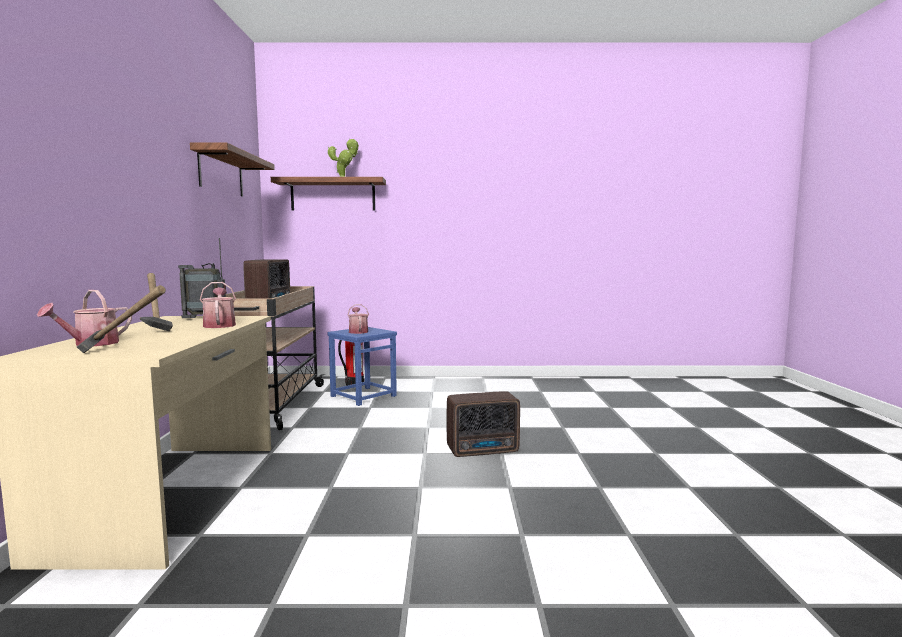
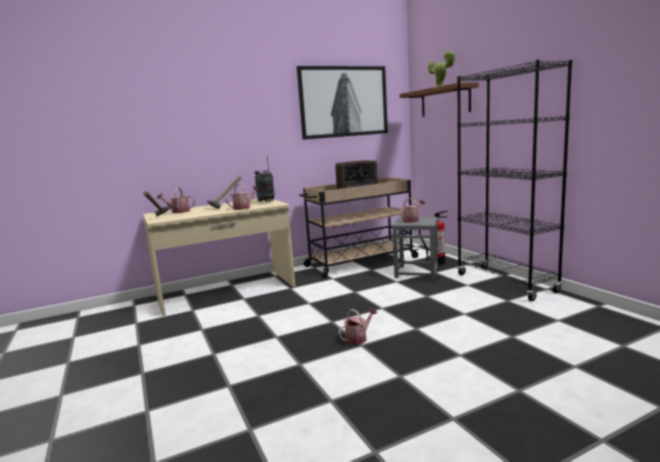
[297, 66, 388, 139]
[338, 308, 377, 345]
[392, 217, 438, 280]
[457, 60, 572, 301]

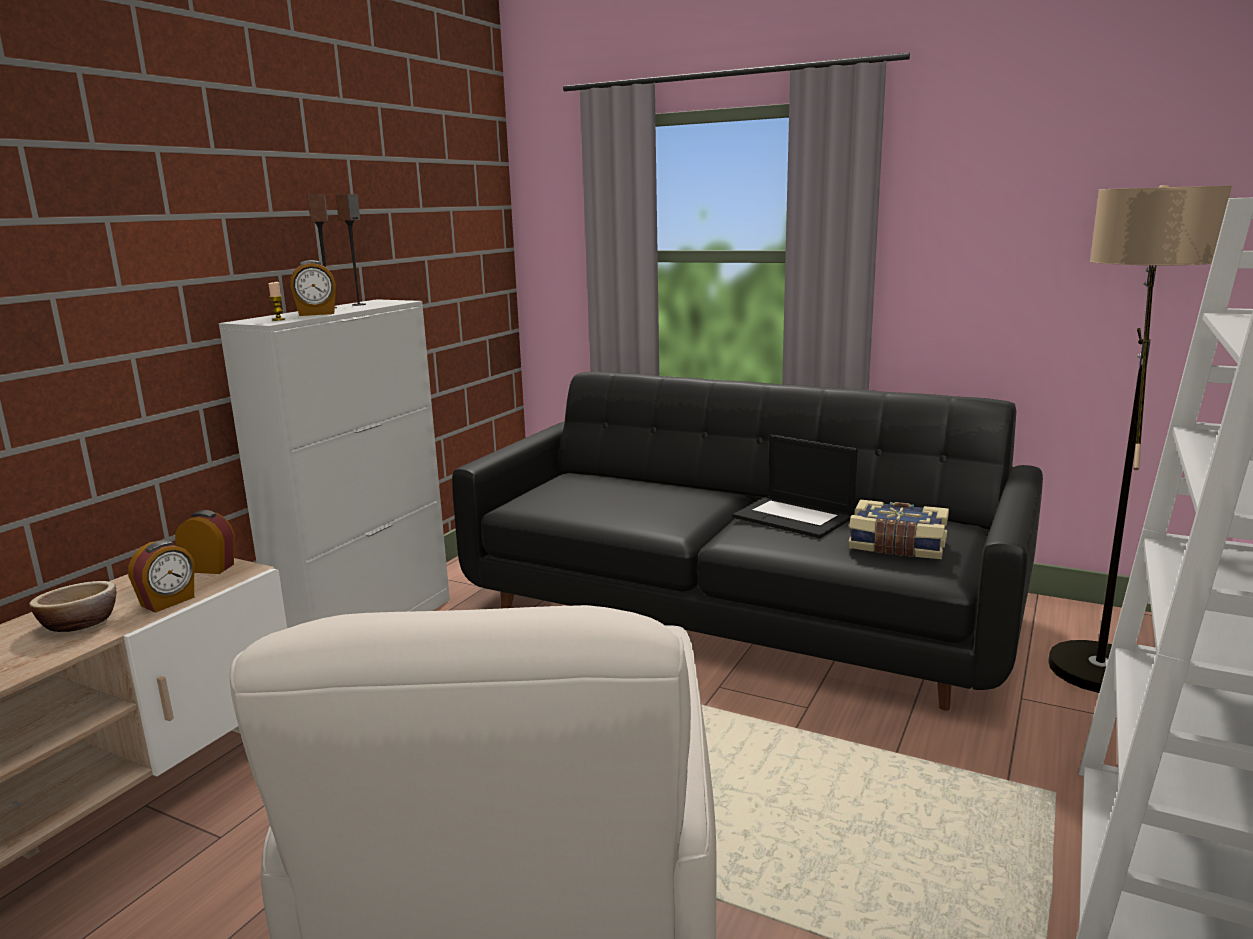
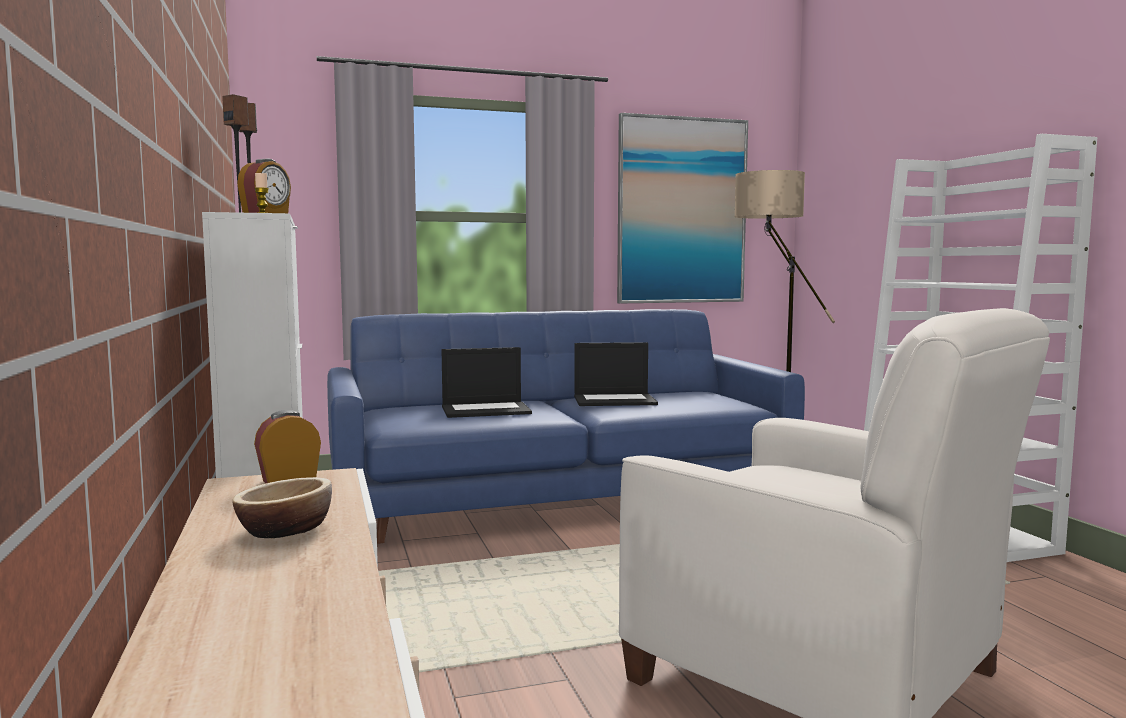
[327, 309, 805, 544]
[442, 347, 532, 418]
[617, 113, 748, 303]
[128, 540, 195, 613] (first image)
[848, 499, 949, 559] (first image)

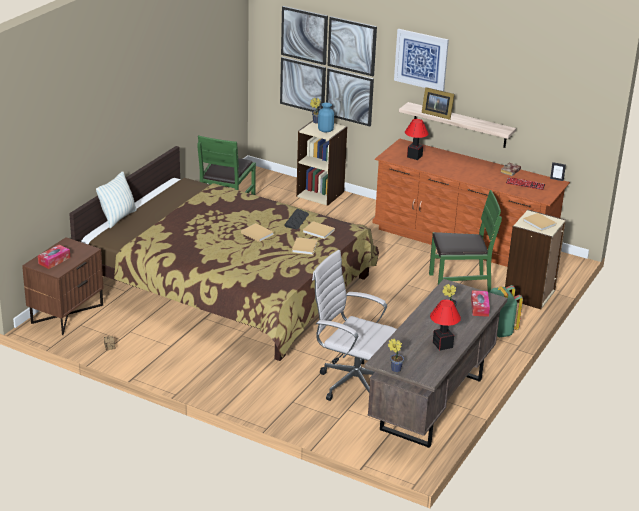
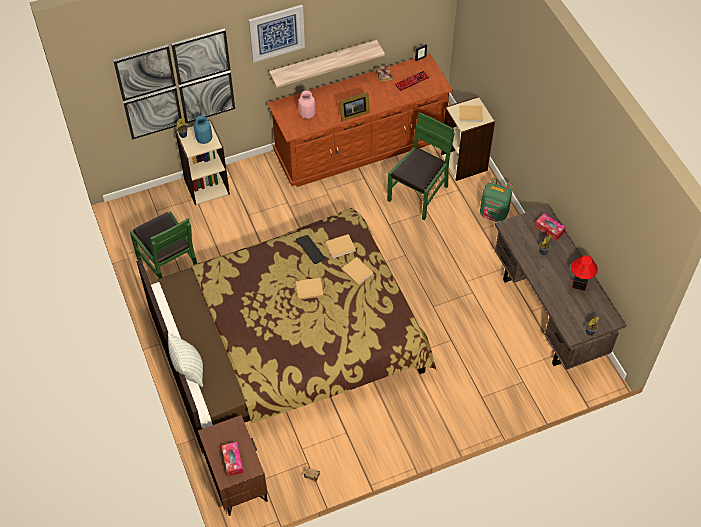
[298, 91, 315, 119]
[339, 92, 370, 122]
[312, 250, 397, 401] (first image)

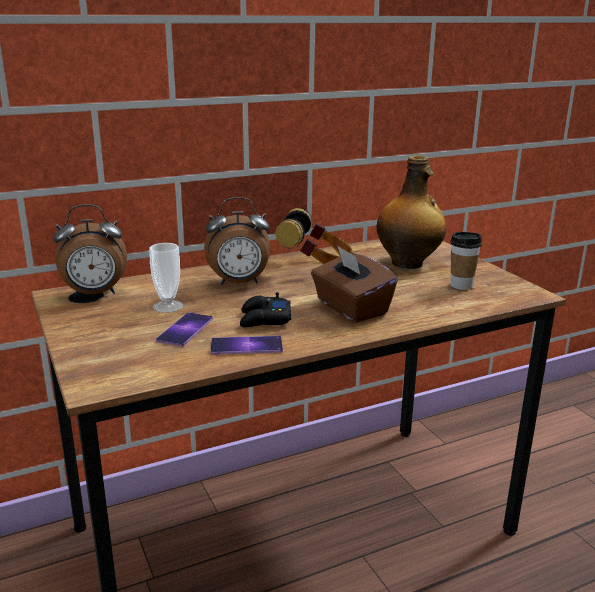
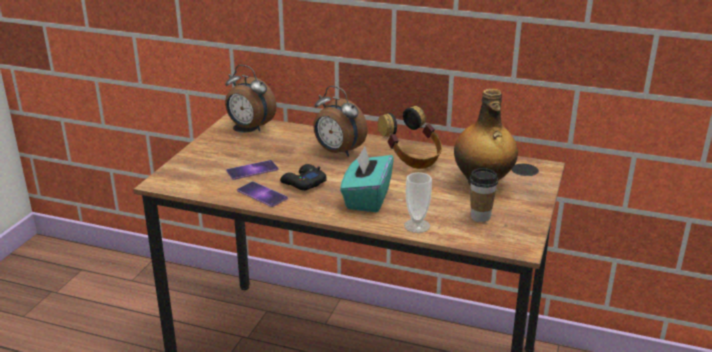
[340, 147, 394, 212]
[404, 172, 432, 233]

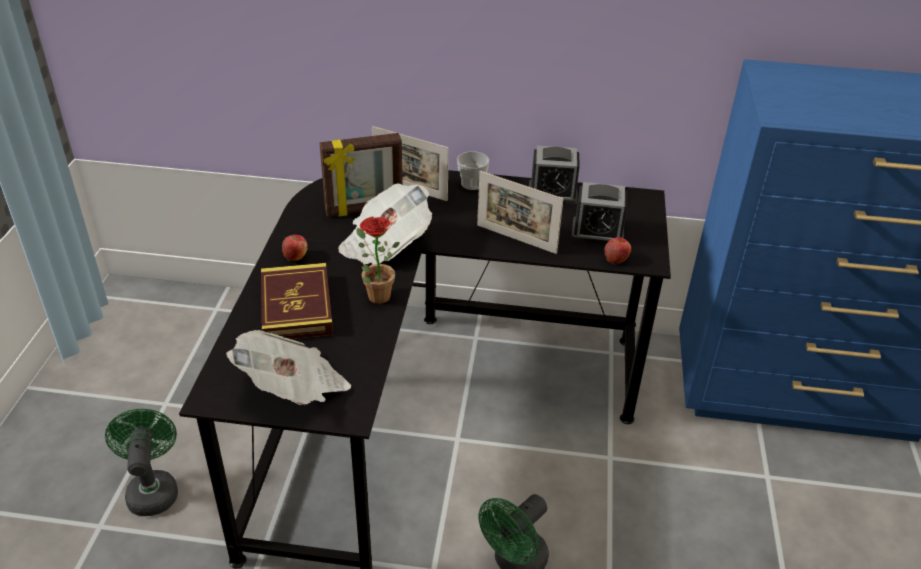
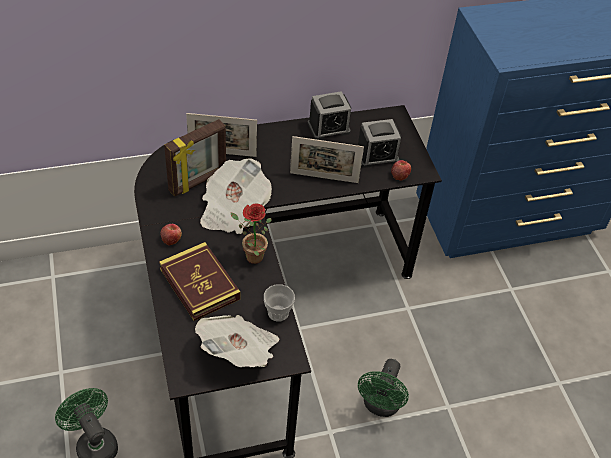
[264, 284, 295, 322]

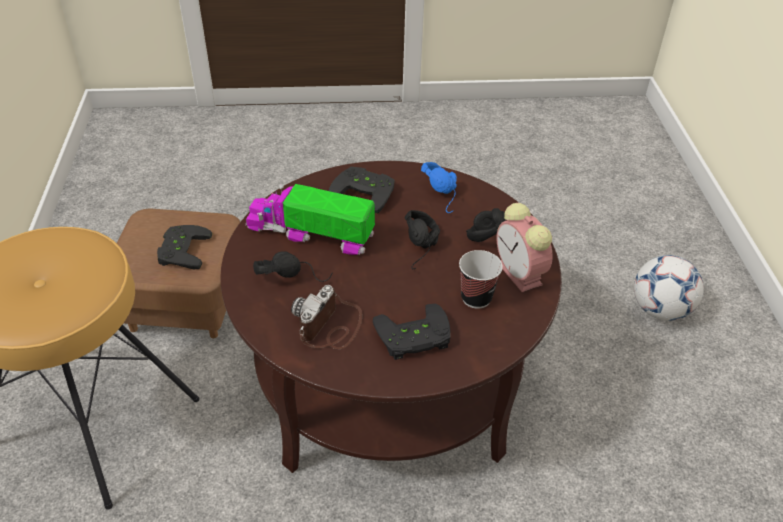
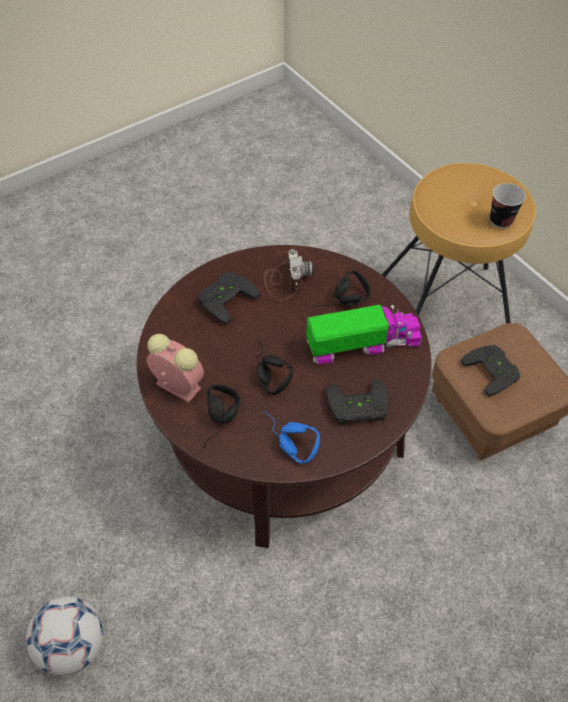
[490, 183, 526, 228]

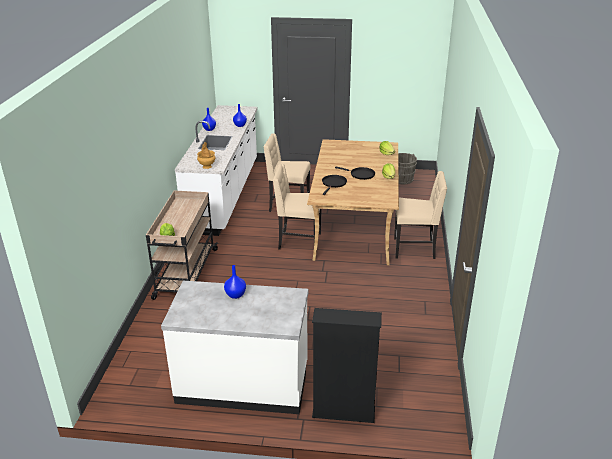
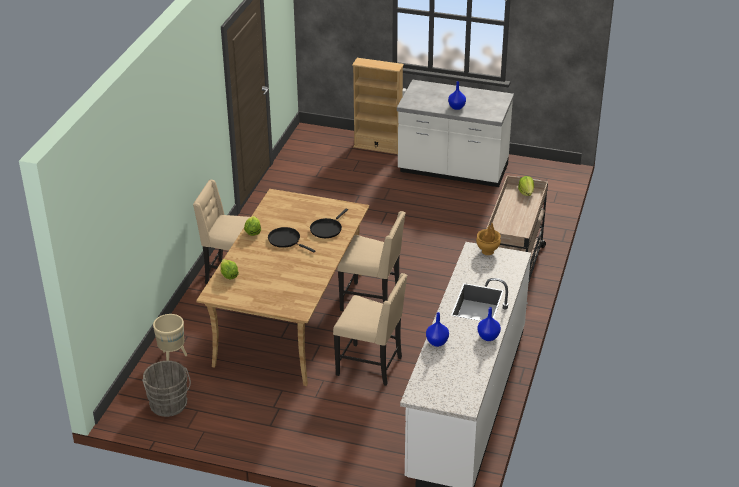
[153, 314, 187, 361]
[352, 58, 404, 154]

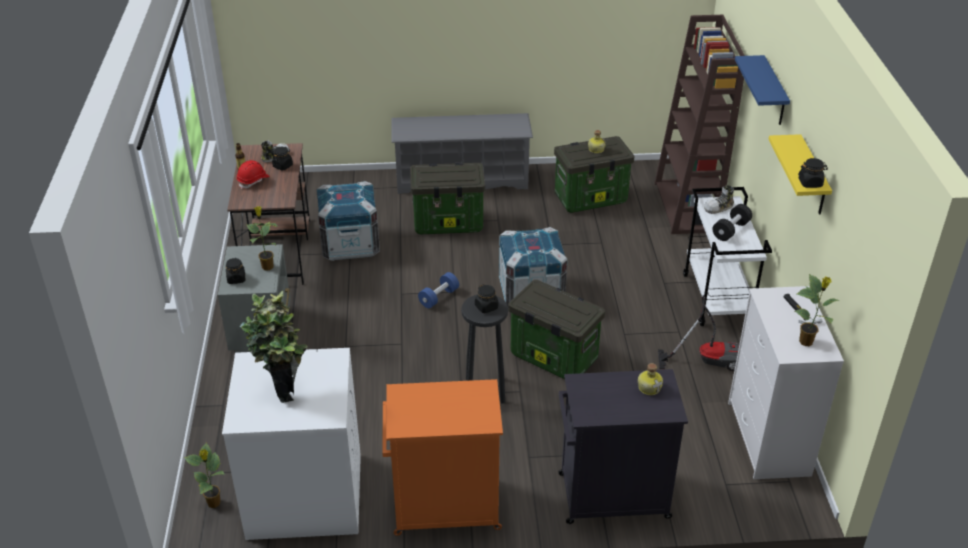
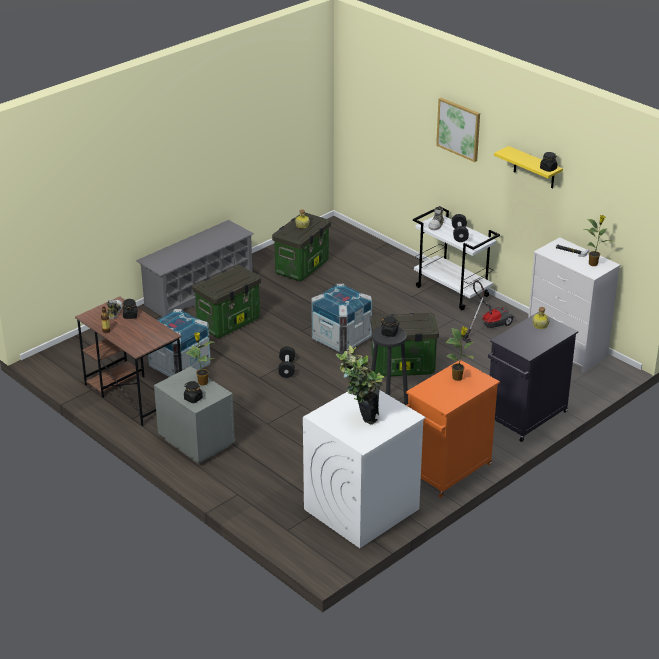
[278, 346, 295, 378]
[436, 98, 480, 162]
[446, 327, 475, 381]
[237, 160, 270, 189] (first image)
[654, 15, 745, 234] (first image)

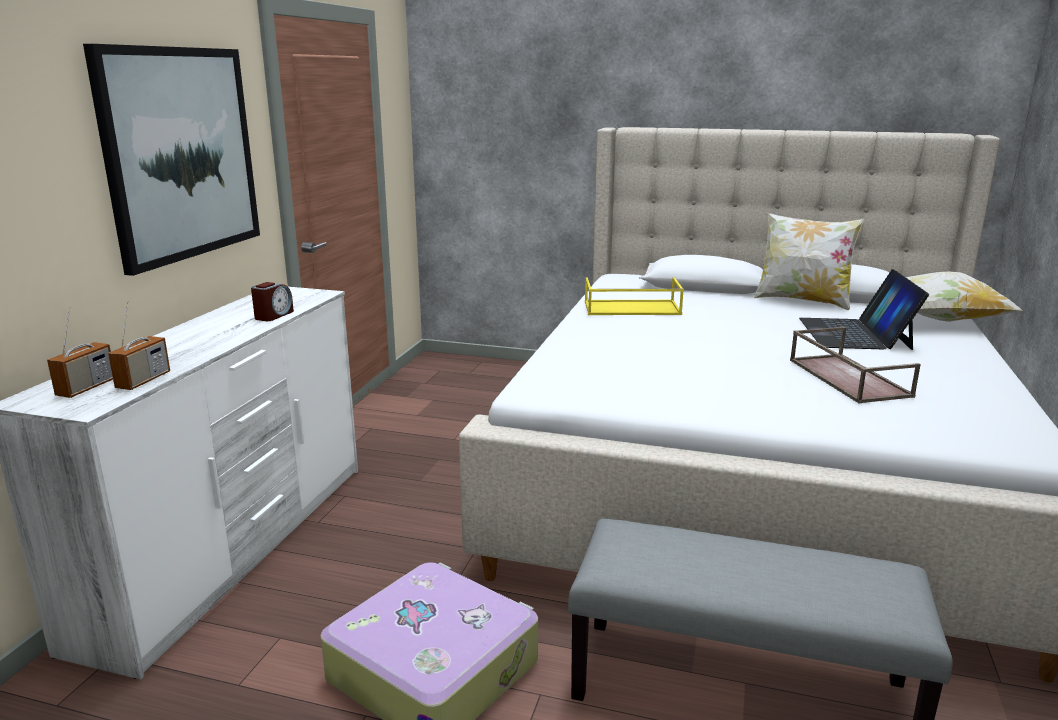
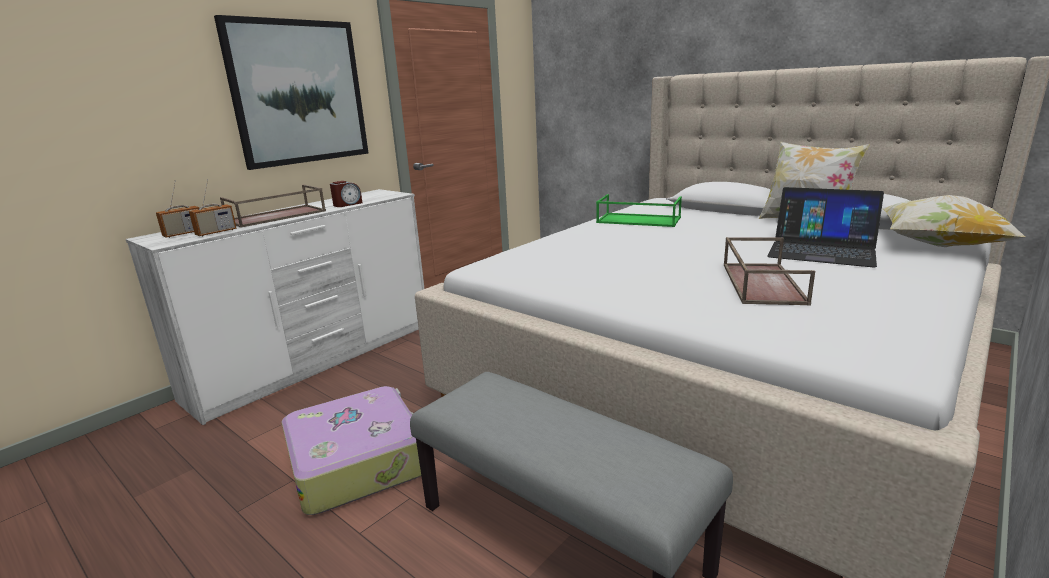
[220, 184, 326, 228]
[596, 194, 682, 227]
[767, 187, 884, 267]

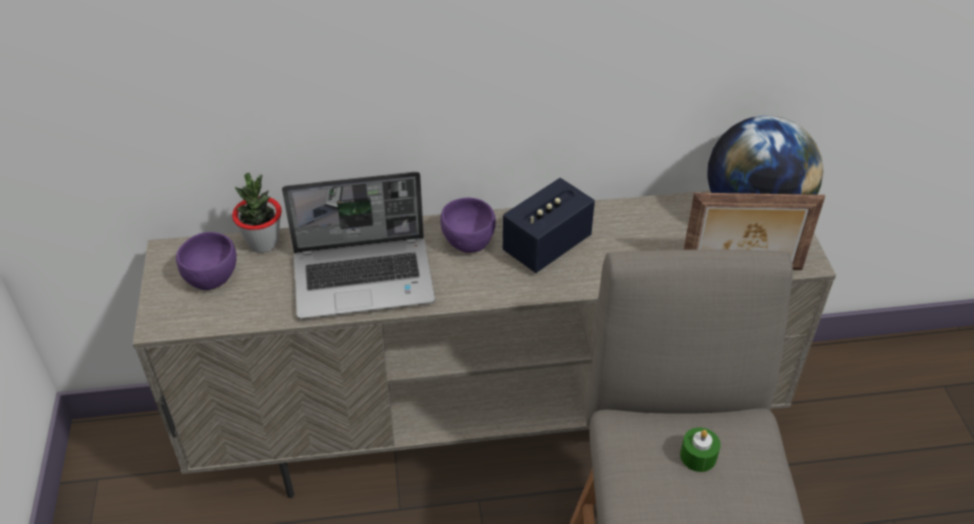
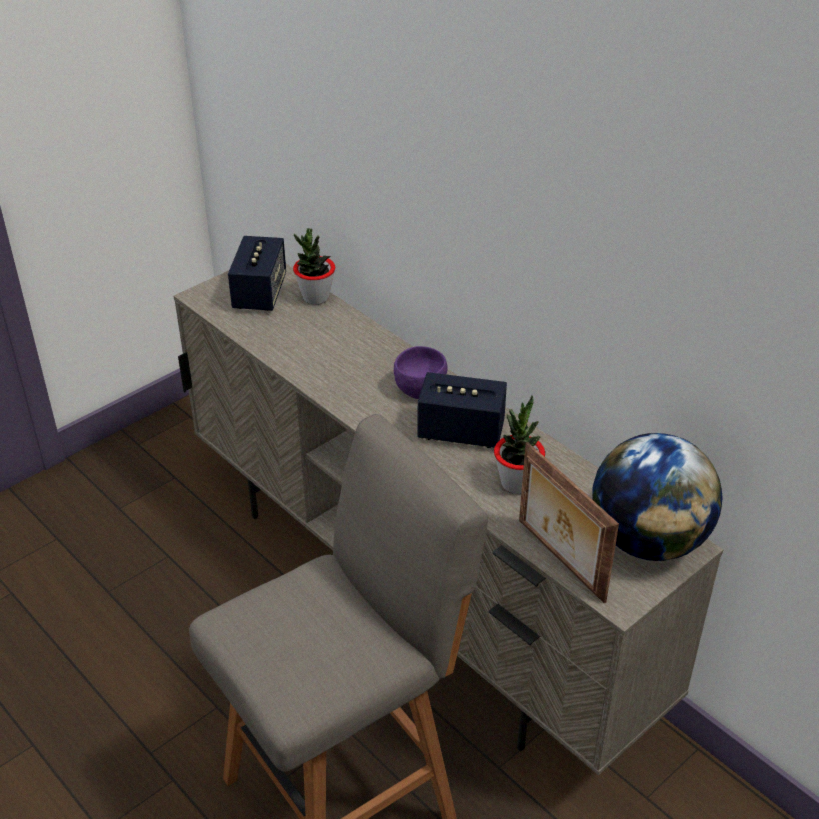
[228, 236, 286, 311]
[494, 395, 545, 494]
[282, 172, 435, 319] (first image)
[680, 427, 721, 472] (first image)

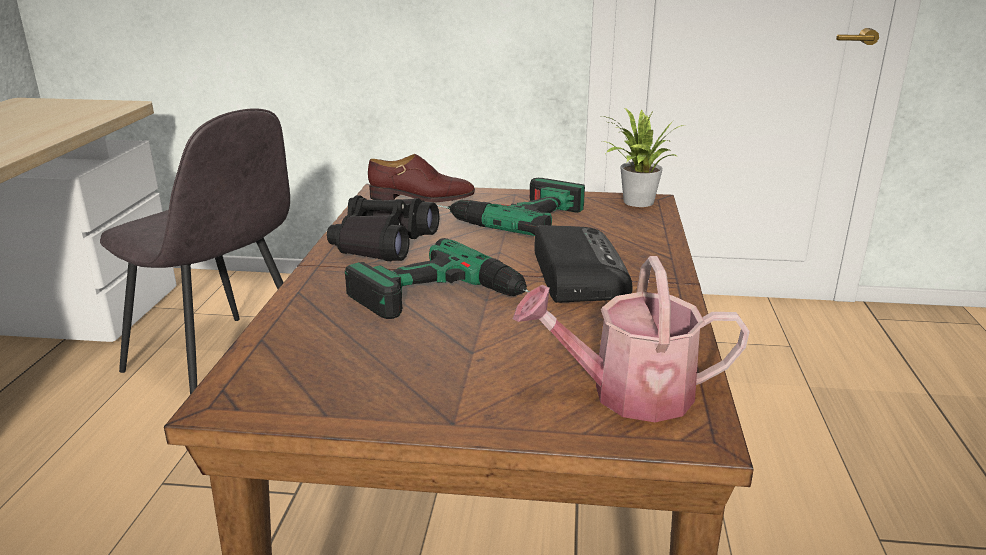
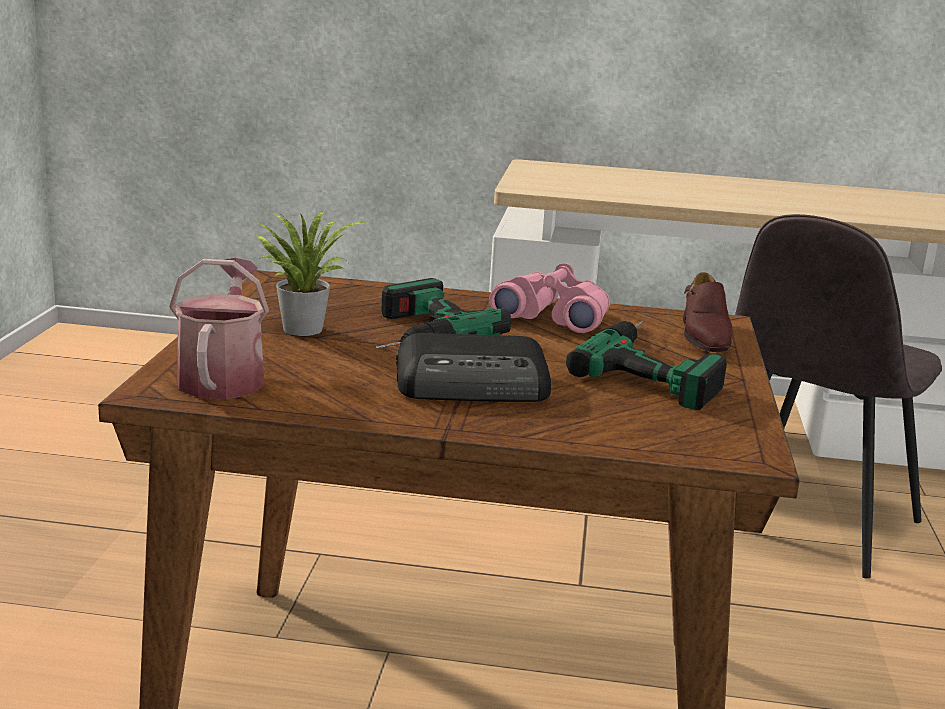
[254, 211, 365, 336]
[489, 263, 610, 333]

